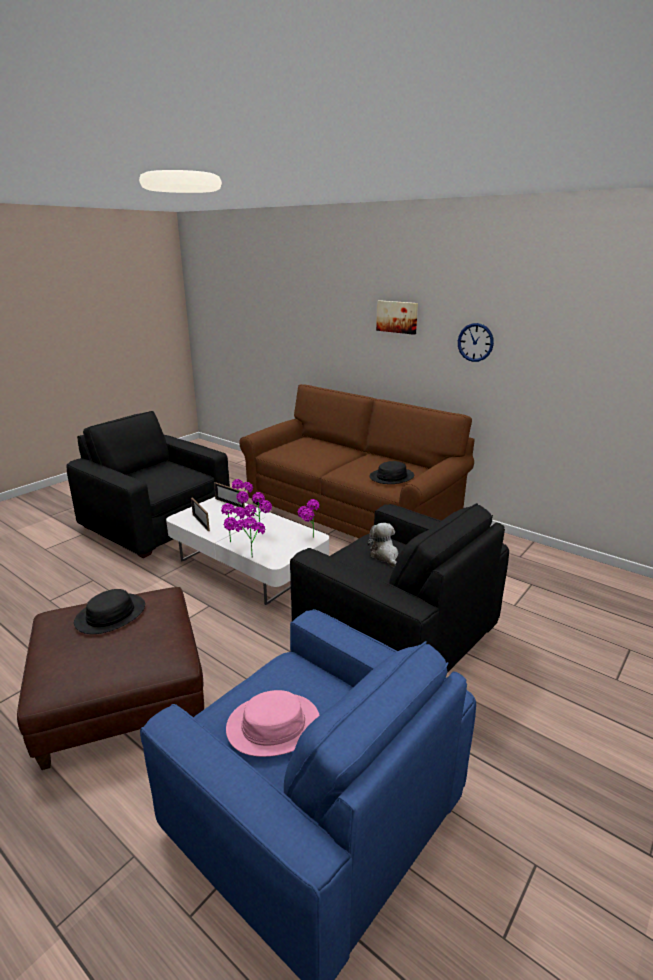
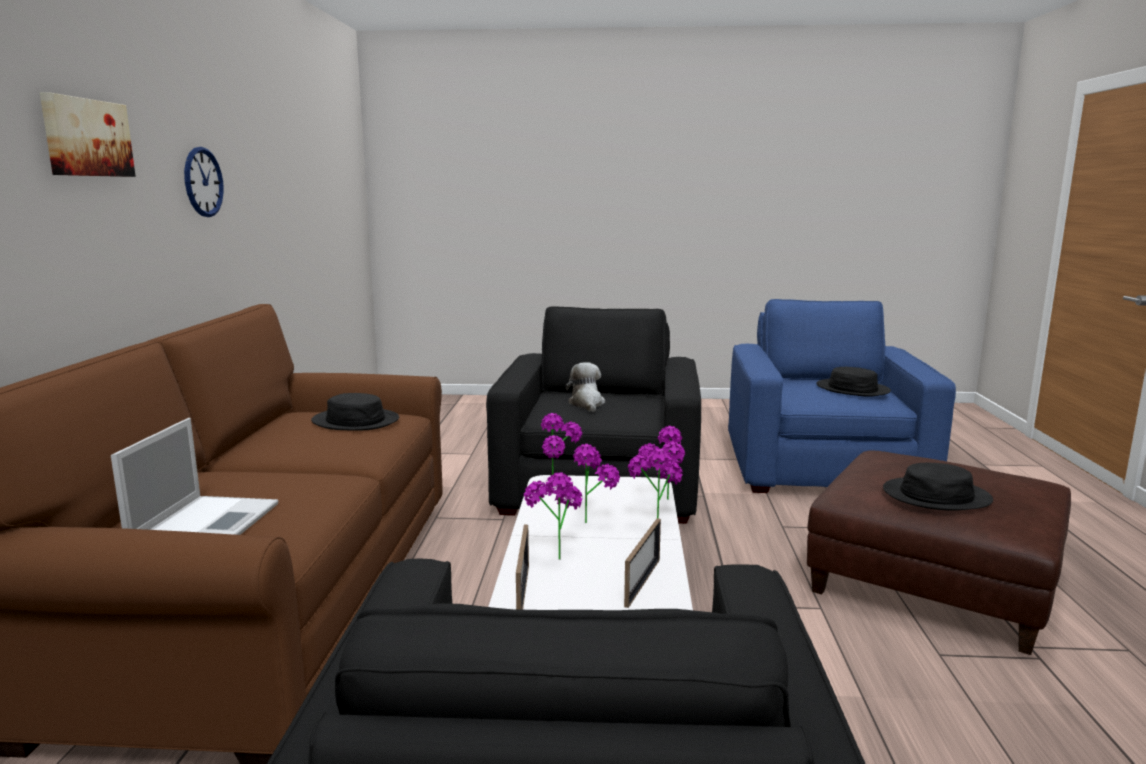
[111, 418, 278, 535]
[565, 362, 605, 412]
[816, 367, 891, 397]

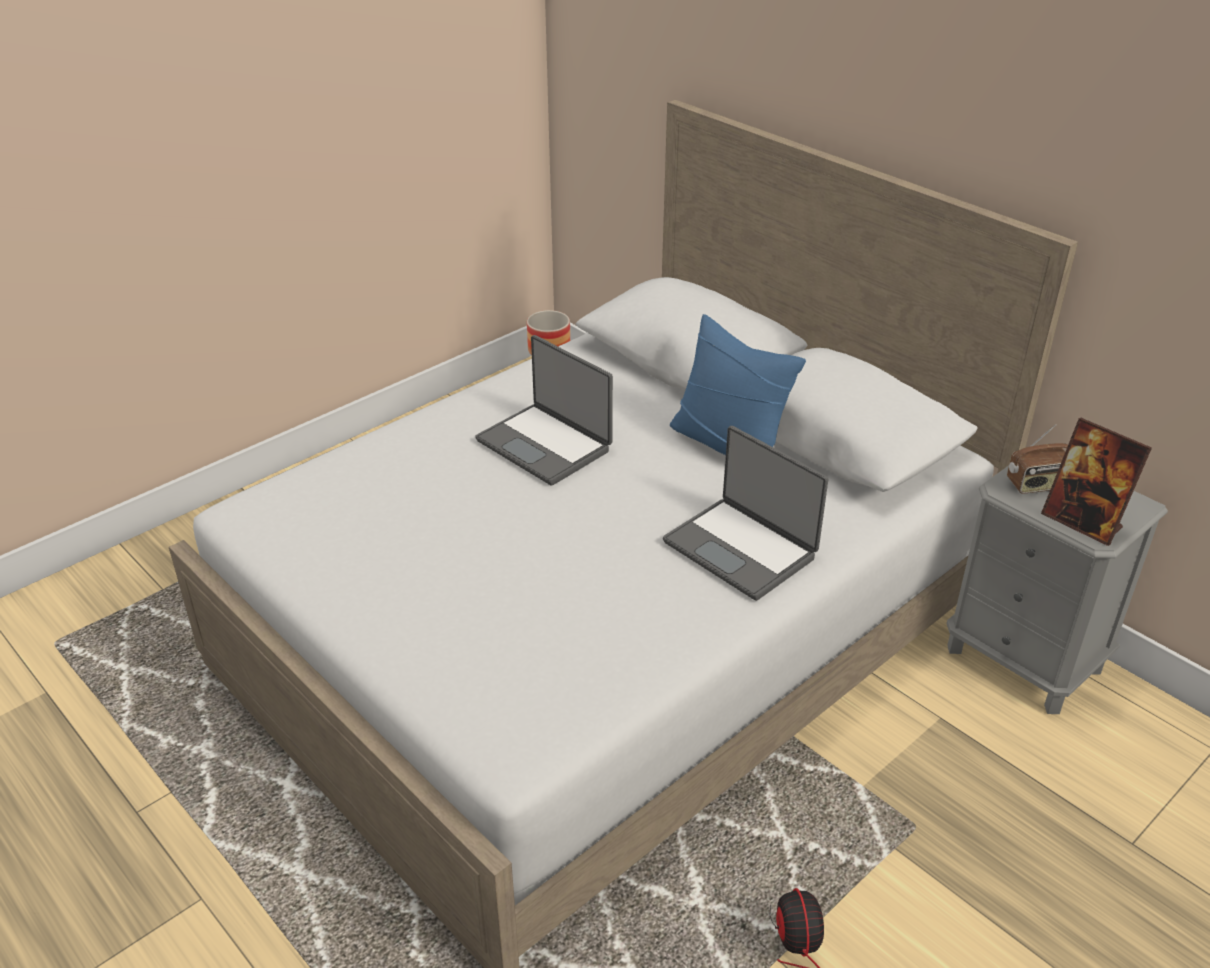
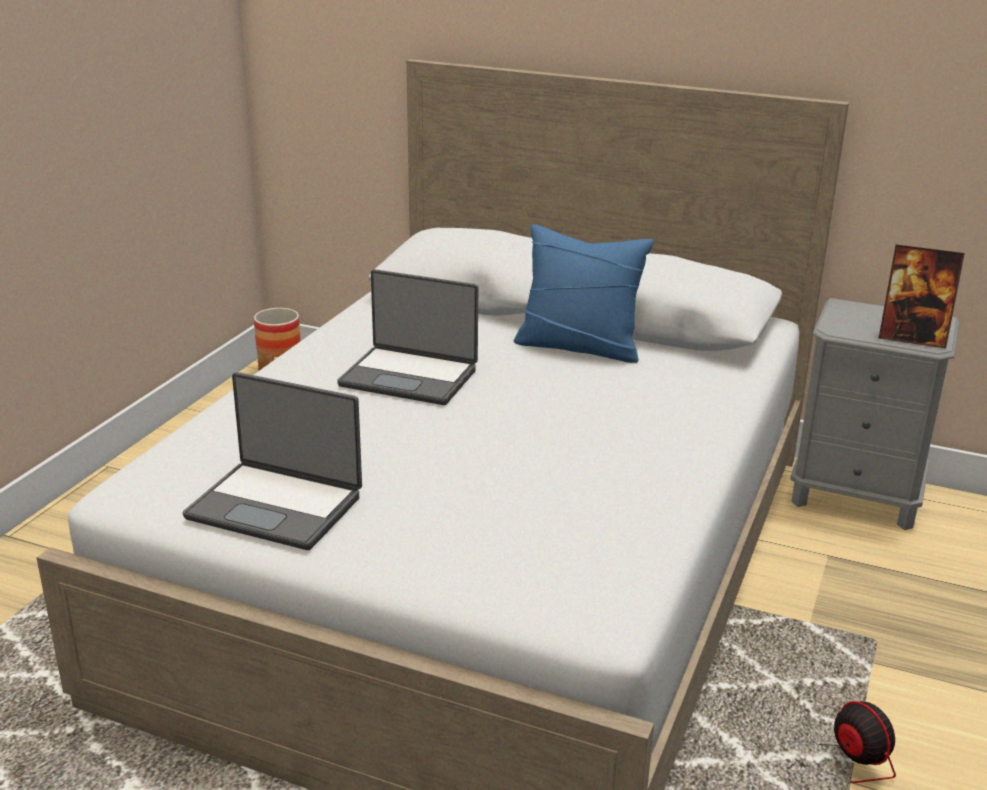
[183, 372, 362, 550]
[1007, 424, 1068, 494] (first image)

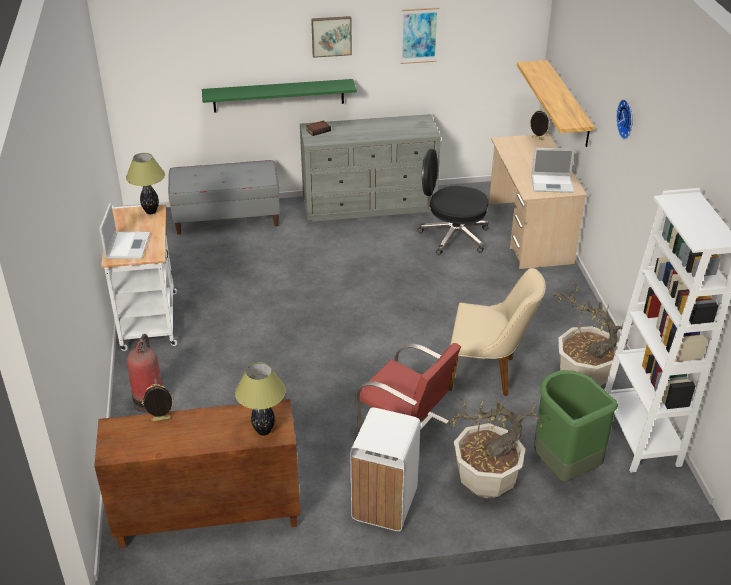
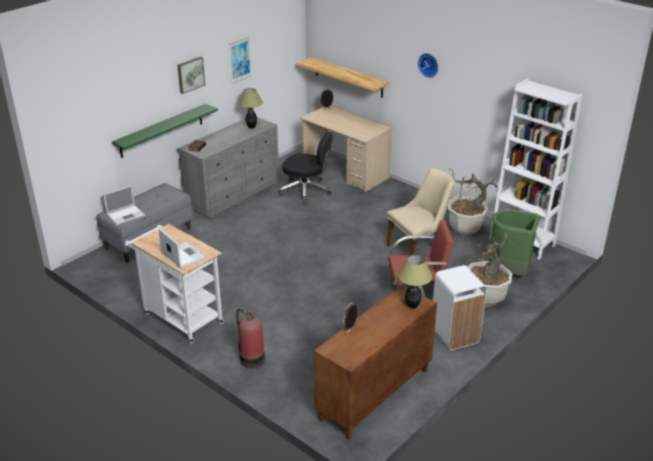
[103, 185, 145, 225]
[238, 88, 263, 129]
[279, 132, 332, 204]

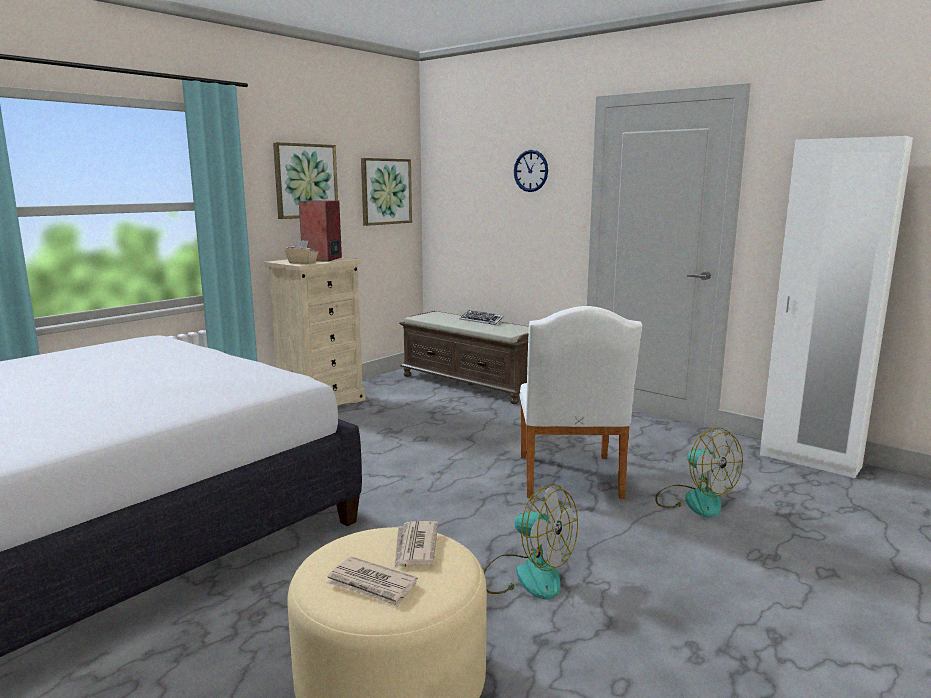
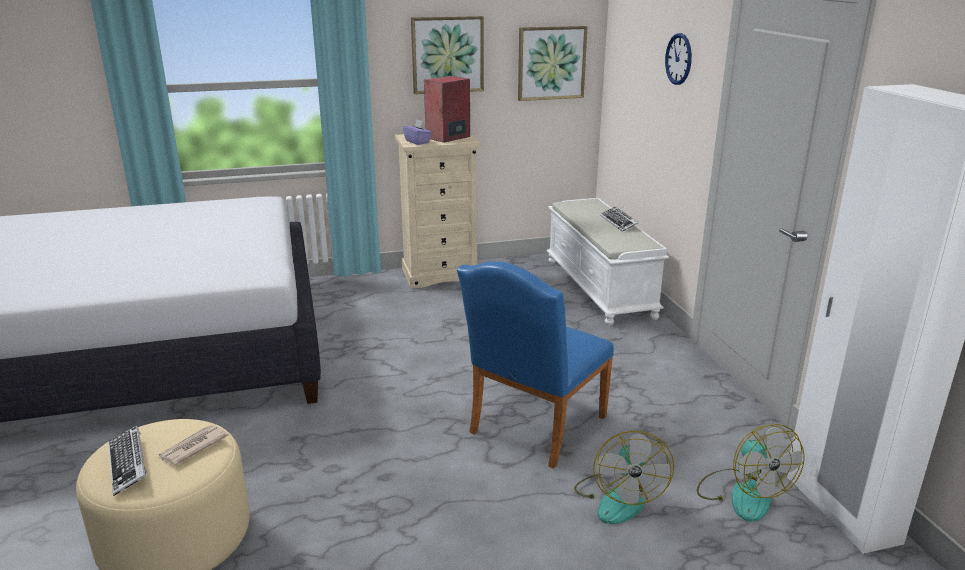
[108, 425, 147, 496]
[403, 120, 432, 145]
[457, 261, 614, 469]
[546, 198, 669, 326]
[697, 424, 805, 522]

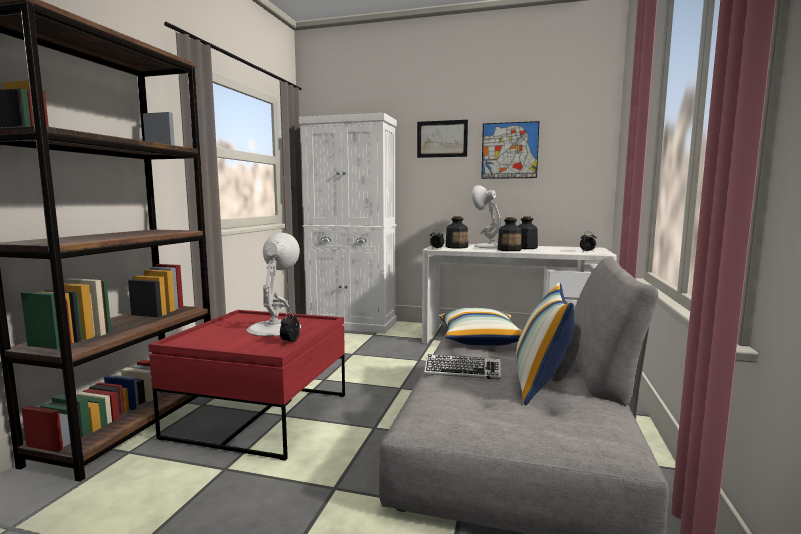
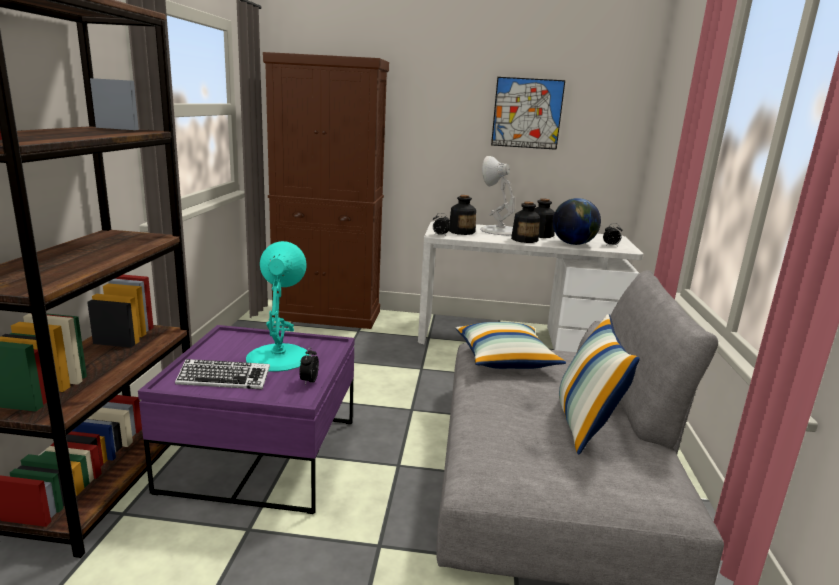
[138, 325, 355, 514]
[175, 359, 270, 389]
[246, 241, 309, 372]
[263, 52, 389, 329]
[553, 198, 601, 245]
[417, 120, 468, 158] (first image)

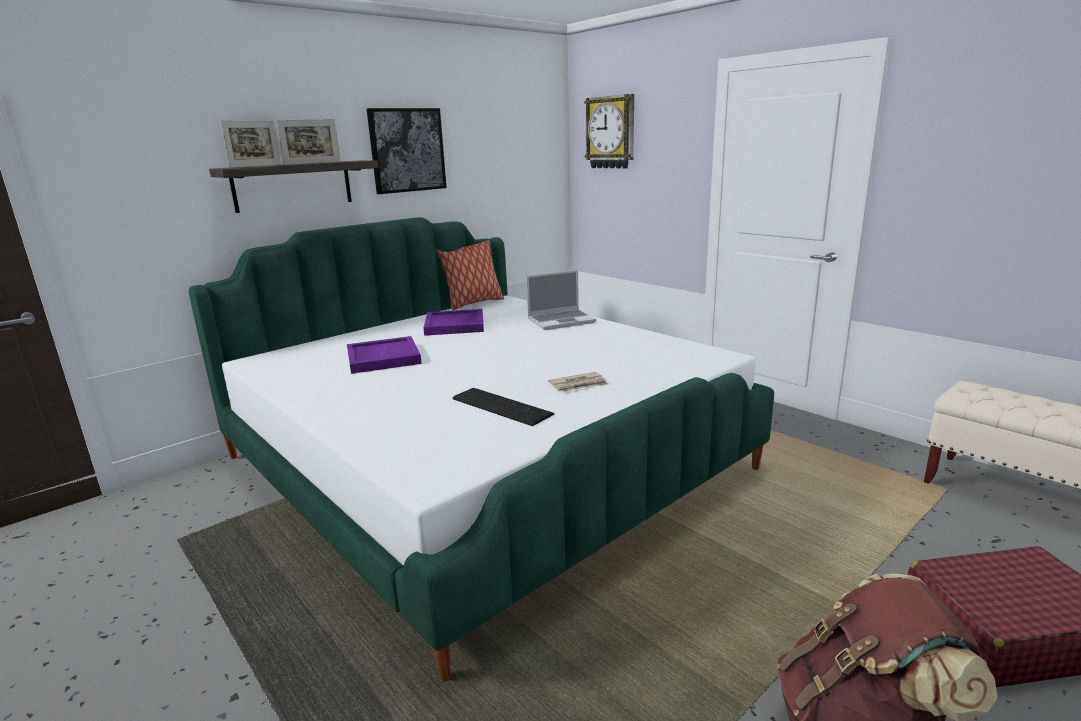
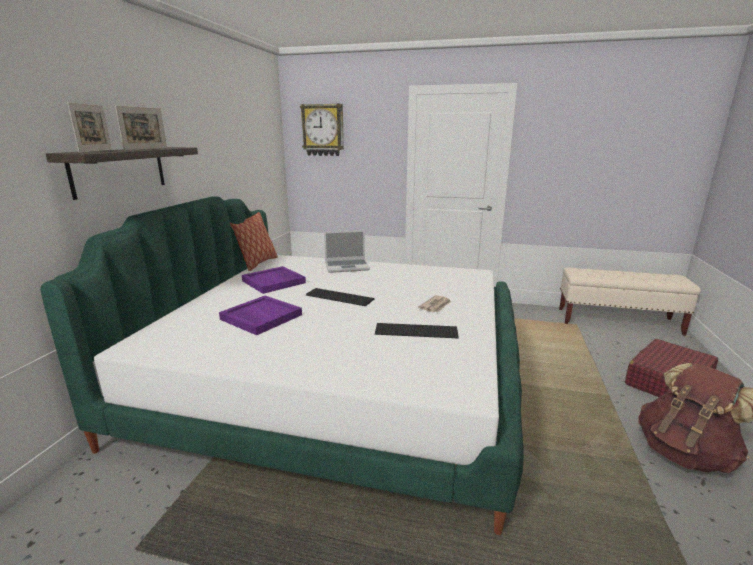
[306, 288, 375, 306]
[324, 230, 370, 273]
[367, 108, 447, 194] (first image)

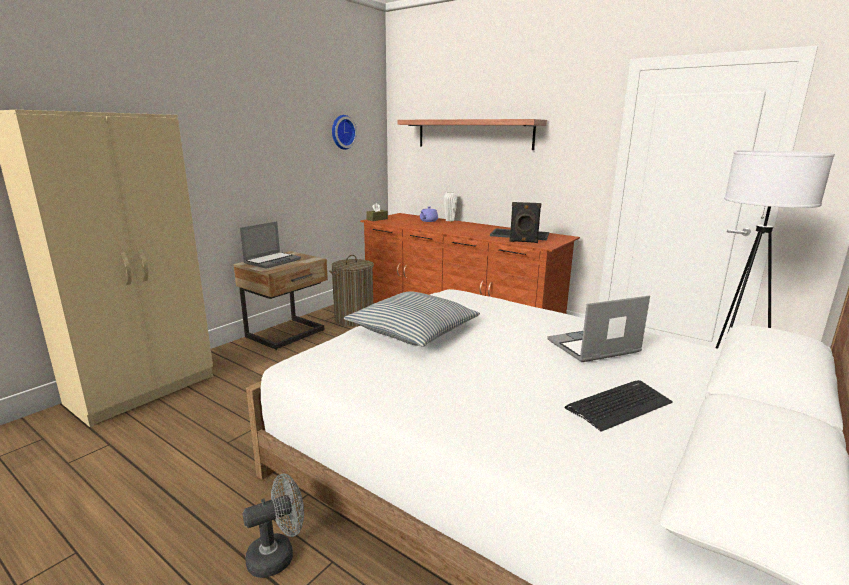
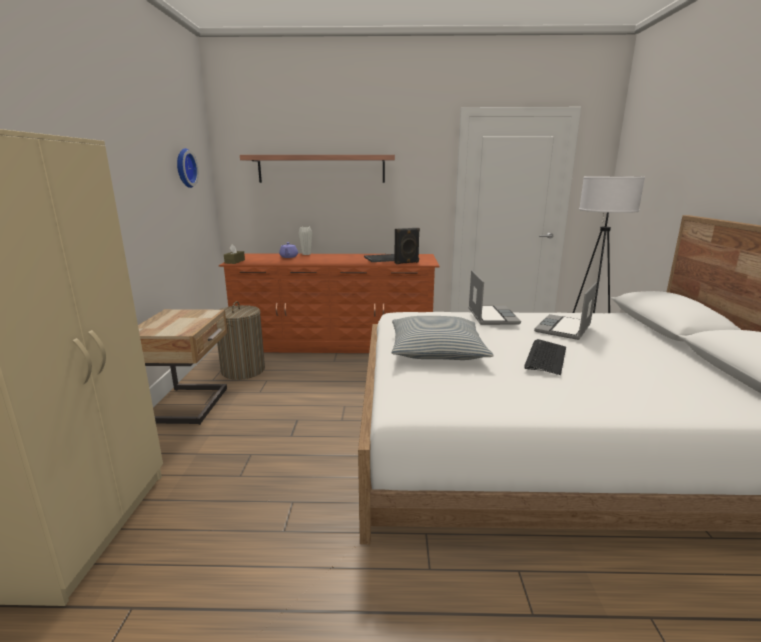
[469, 270, 521, 325]
[524, 339, 566, 375]
[243, 473, 304, 578] (first image)

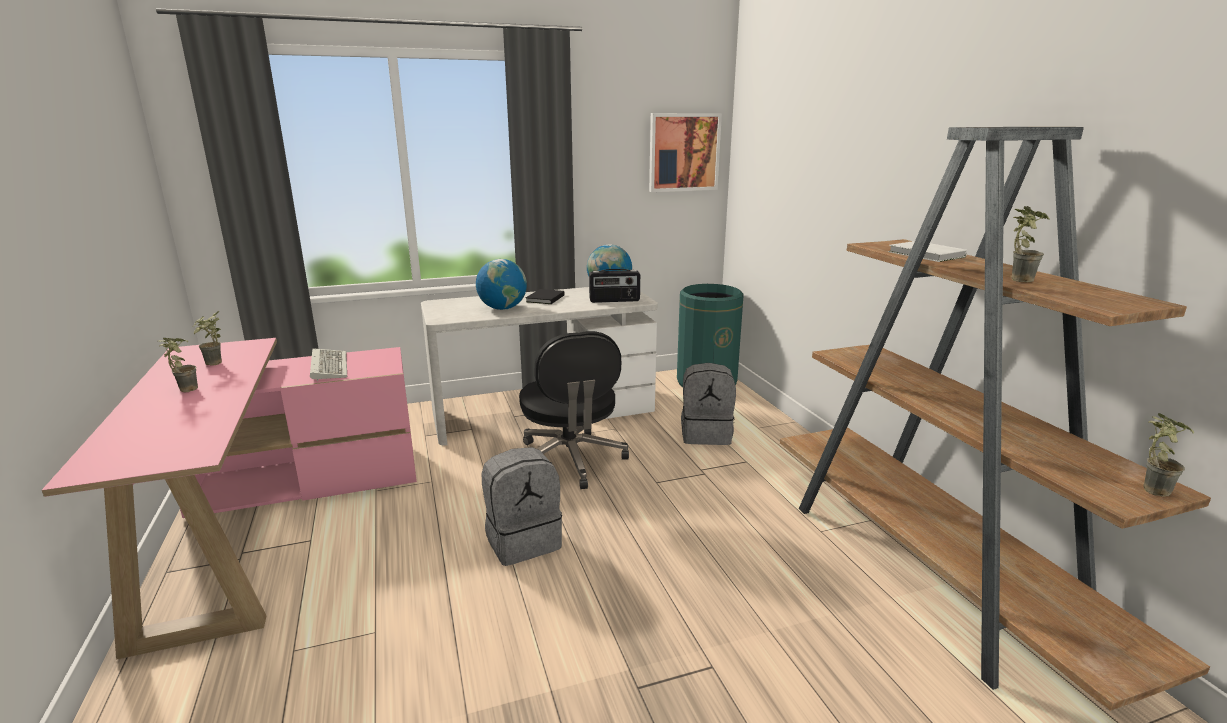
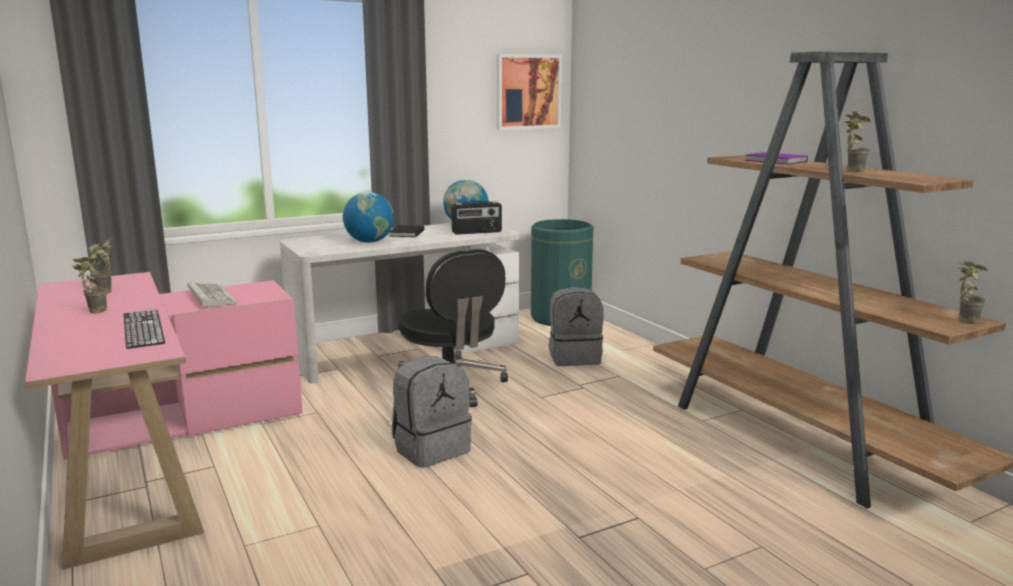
[124, 309, 165, 349]
[745, 152, 808, 165]

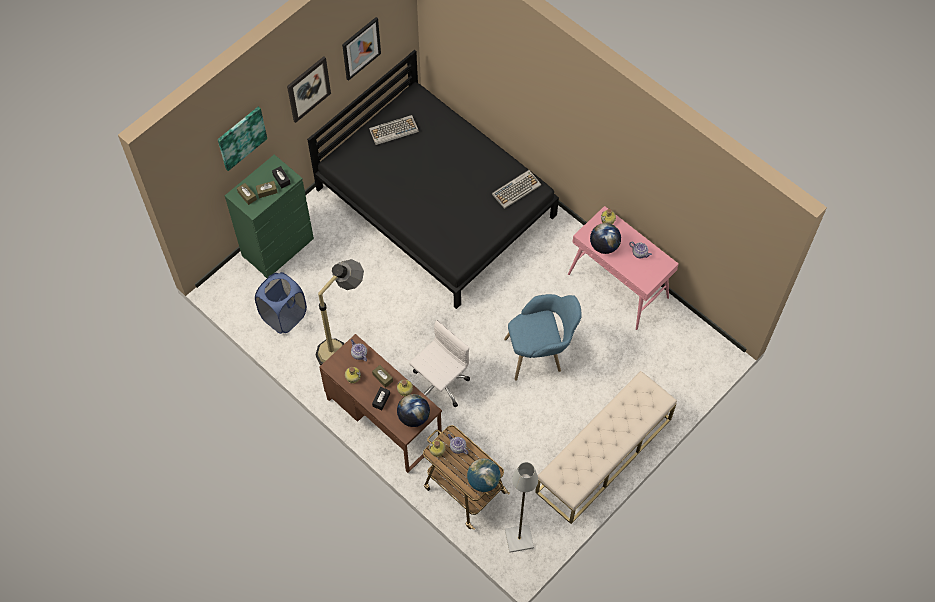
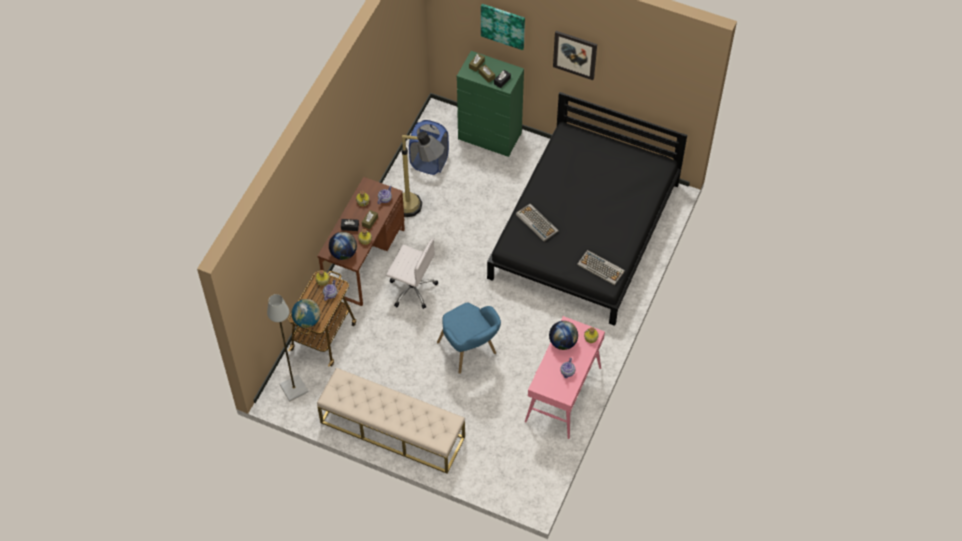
[516, 204, 559, 242]
[342, 17, 381, 81] (first image)

